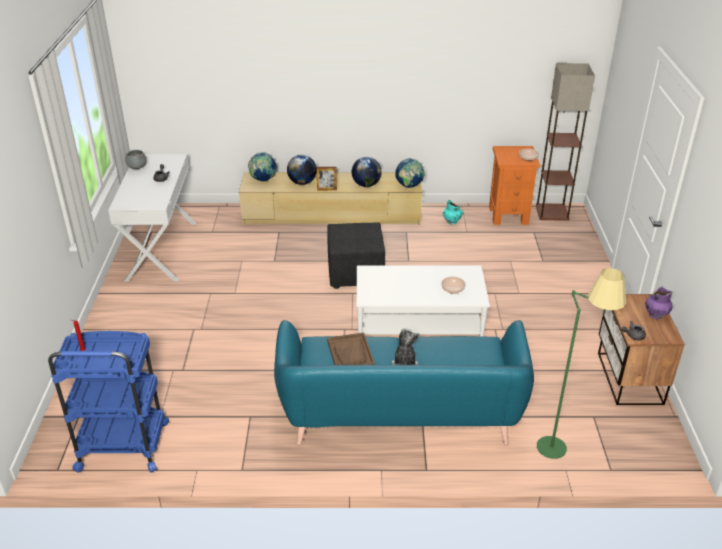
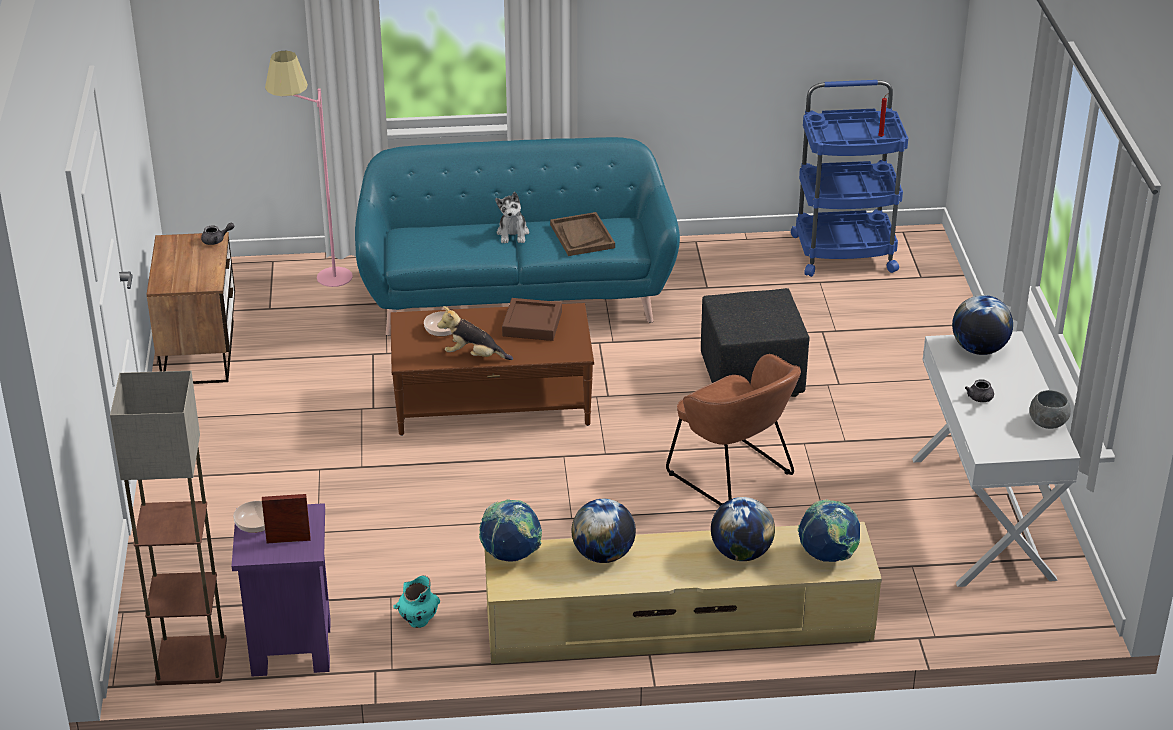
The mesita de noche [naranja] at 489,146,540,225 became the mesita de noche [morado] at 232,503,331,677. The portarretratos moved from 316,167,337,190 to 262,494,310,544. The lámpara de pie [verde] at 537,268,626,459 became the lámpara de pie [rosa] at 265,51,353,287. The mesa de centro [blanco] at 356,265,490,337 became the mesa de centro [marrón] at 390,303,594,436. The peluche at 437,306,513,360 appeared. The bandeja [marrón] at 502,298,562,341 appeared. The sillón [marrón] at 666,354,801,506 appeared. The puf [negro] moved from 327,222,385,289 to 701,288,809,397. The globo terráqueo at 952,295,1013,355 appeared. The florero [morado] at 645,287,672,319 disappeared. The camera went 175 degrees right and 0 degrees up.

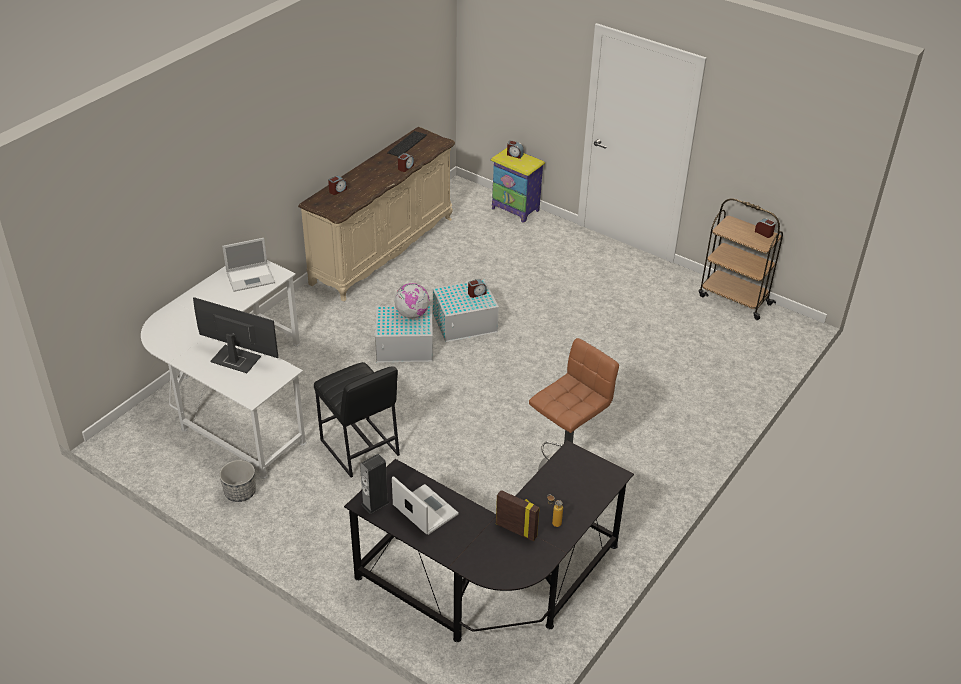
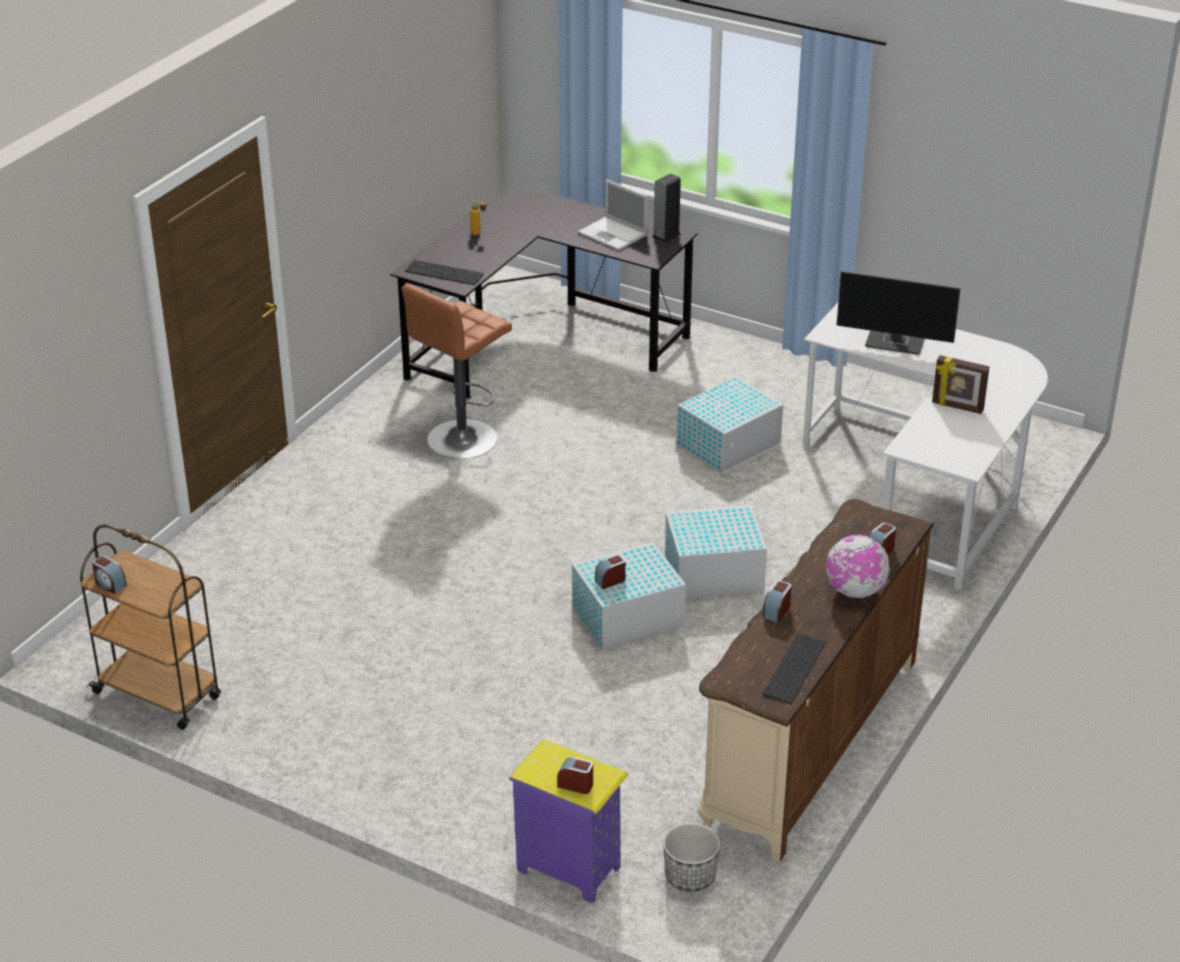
The teclado at 405,260,484,285 appeared. The maceta moved from 219,460,256,502 to 663,823,720,892. The silla [negro] at 314,362,400,478 was replaced by the caja de almacenaje [blanco] at 676,377,783,474. The globo terráqueo moved from 394,283,430,319 to 826,535,890,598. The portarretratos moved from 496,490,540,542 to 932,355,989,414. The portátil at 222,238,275,292 disappeared. The camera went 175 degrees right and 5 degrees down.

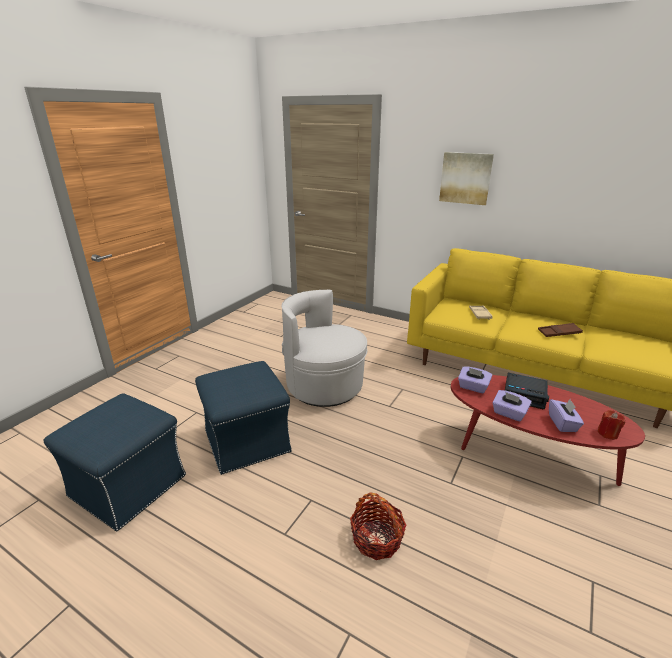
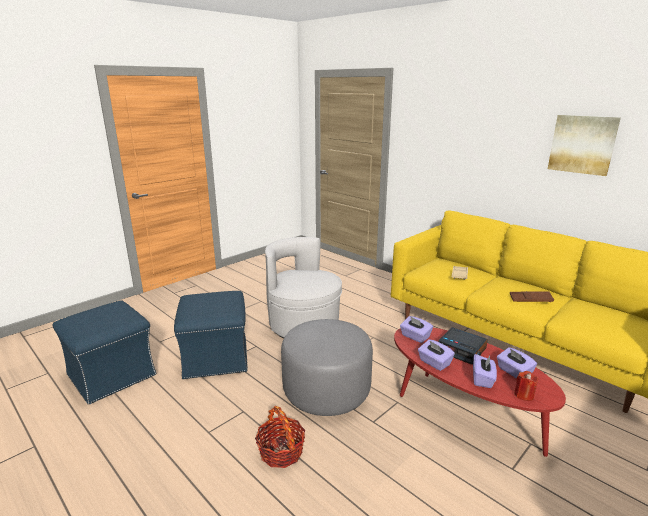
The puf [gris] at 281,319,373,416 appeared. The caja de pañuelos [morado] at 497,347,537,379 appeared. The cuadro moved from 439,152,494,205 to 548,115,621,176. The camera went 15 degrees right and 5 degrees down.

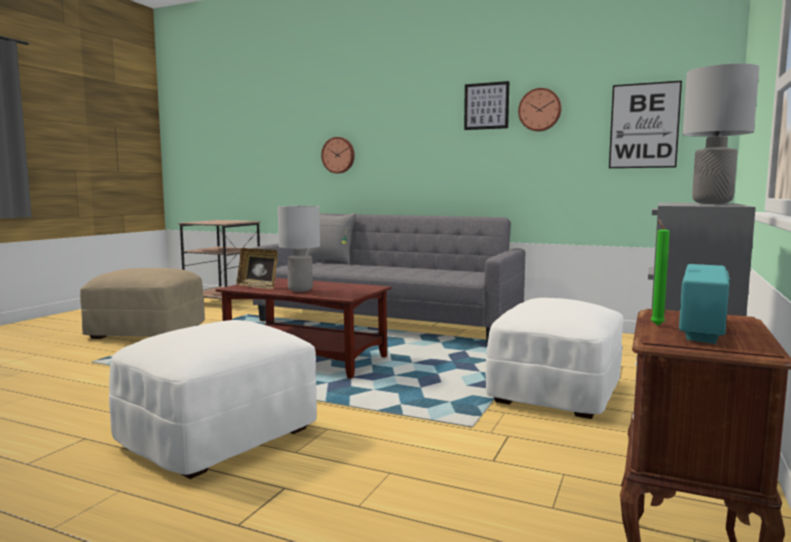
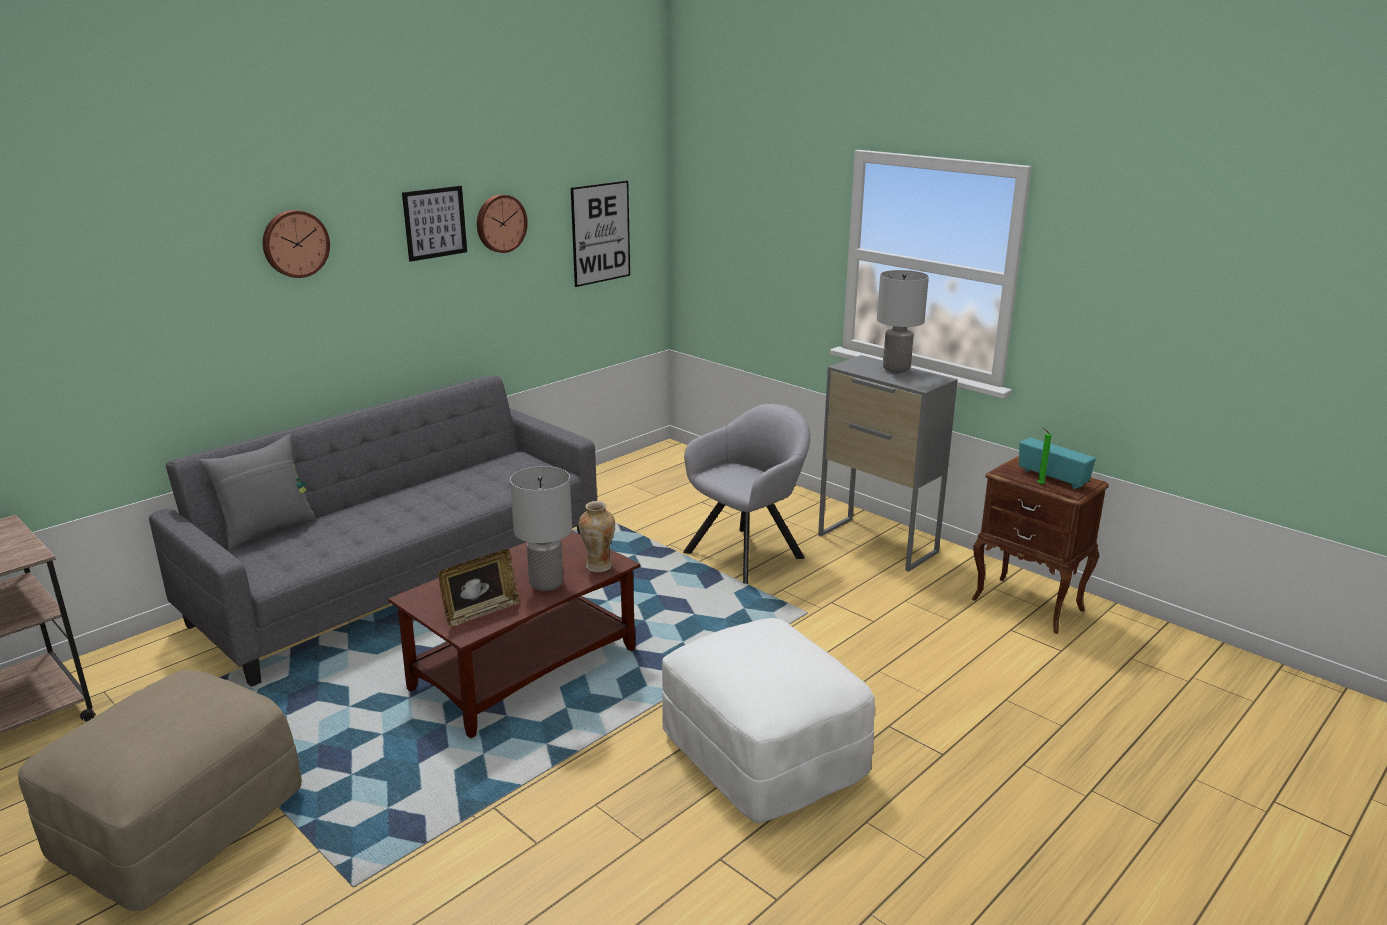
The reloj de pared moved from 321,137,355,174 to 263,210,330,278. The florero at 579,501,615,572 appeared. The puf [blanco] at 485,298,624,419 was replaced by the sillón [gris] at 683,404,810,584. The camera went 70 degrees left and 15 degrees up.

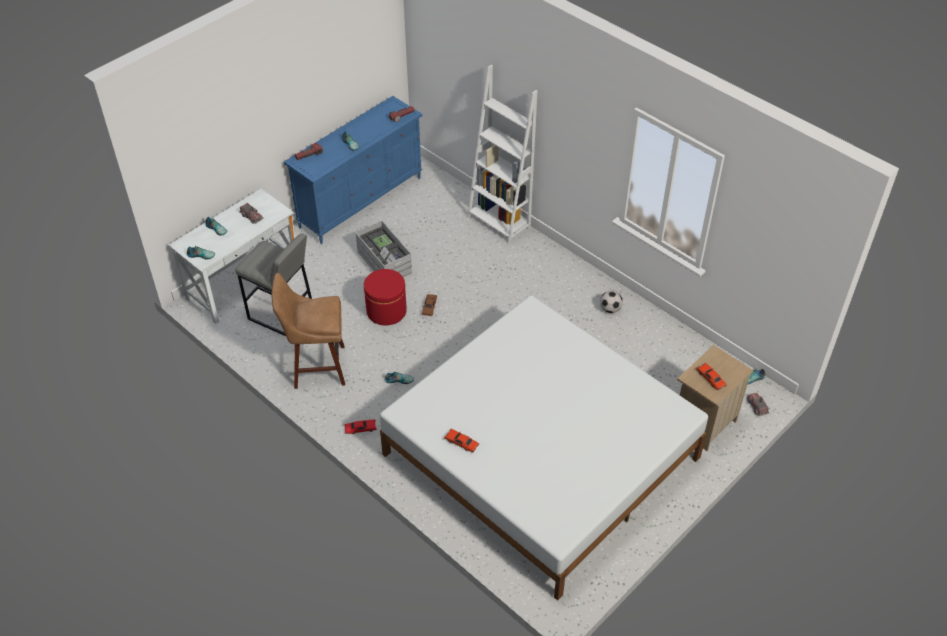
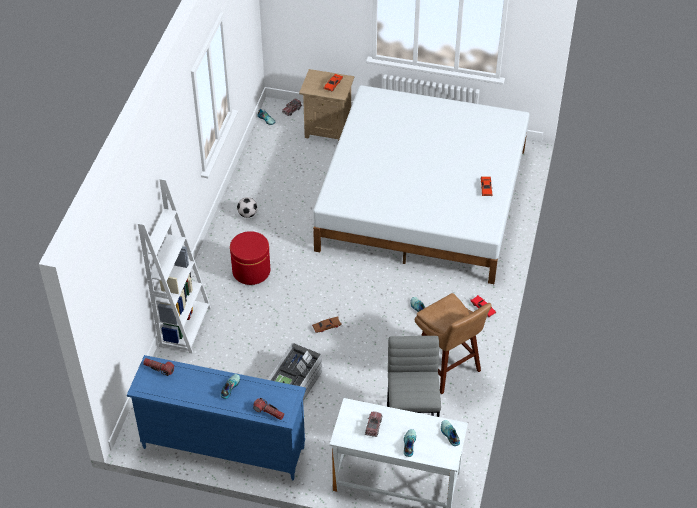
The puf [rojo] moved from 364,269,407,326 to 230,231,270,285. The camera went 120 degrees left and 0 degrees up.

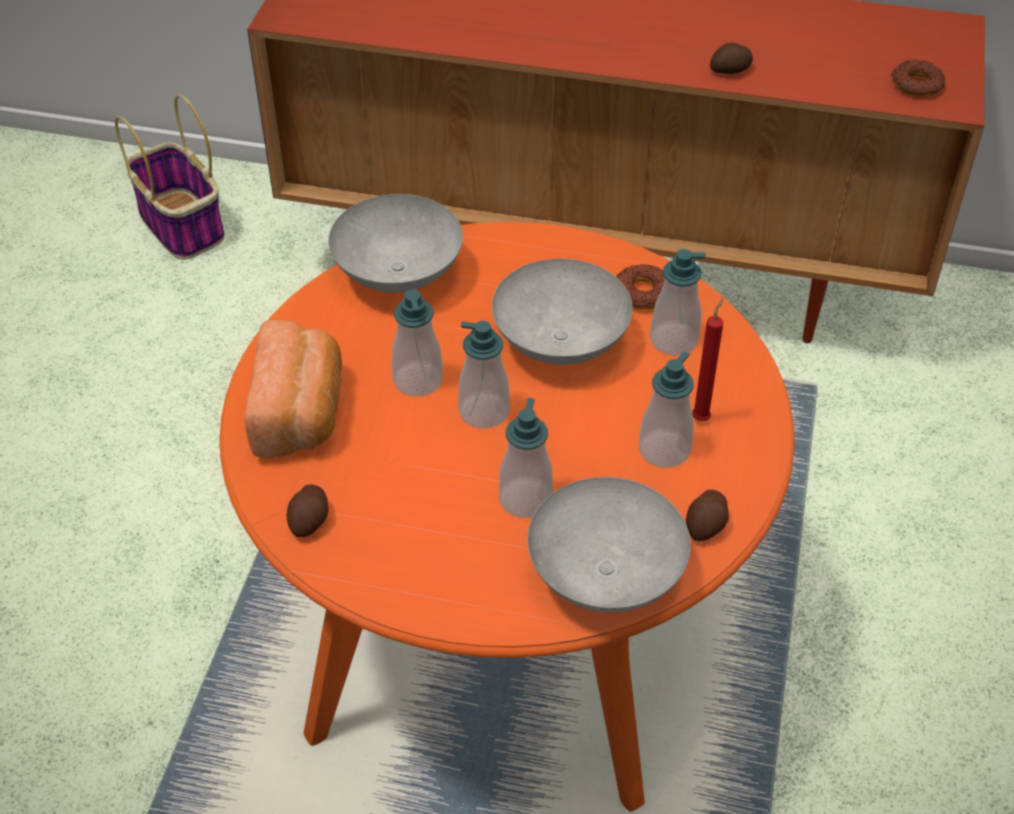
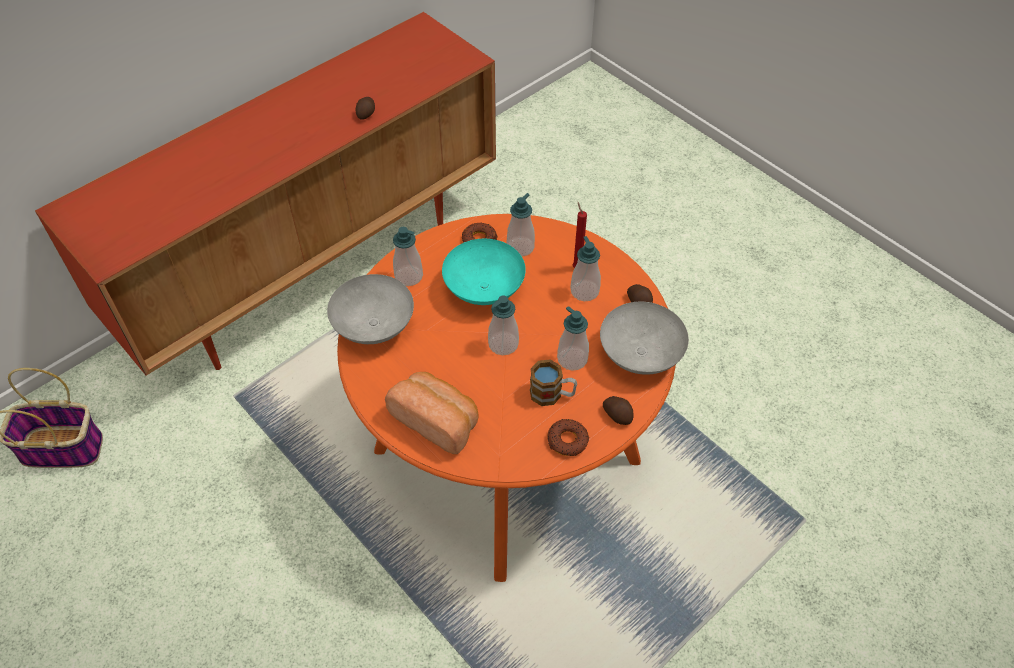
The dispensador de jabón moved from 392,290,443,397 to 393,227,423,286. The cuenco [gris] at 492,259,633,365 became the cuenco [turquesa] at 442,239,526,305. The taza grande at 530,359,577,406 appeared. The rosquilla moved from 891,60,945,97 to 547,419,589,456. The patata moved from 287,484,328,537 to 603,396,634,425. The camera went 55 degrees left and 5 degrees up.

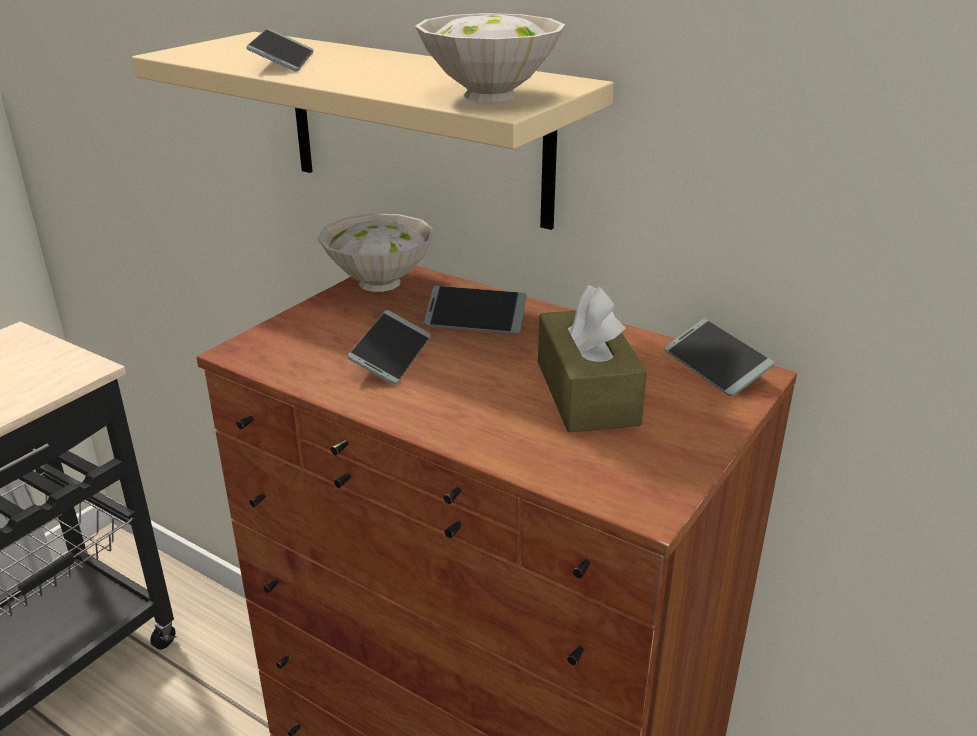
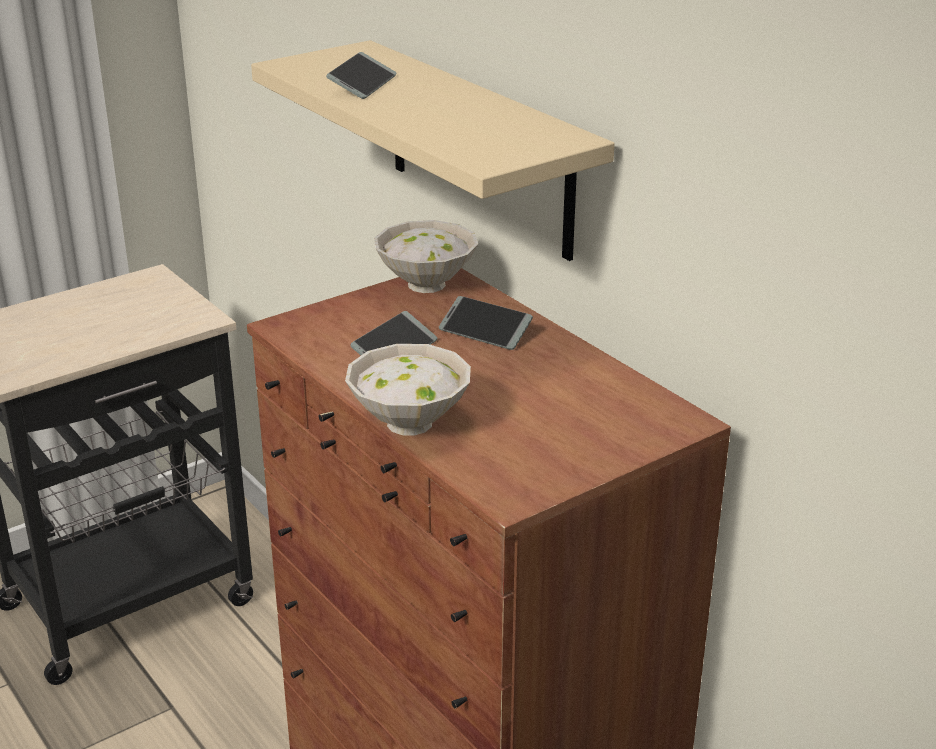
The cuenco [blanco] moved from 415,13,565,102 to 345,344,471,436. The caja de pañuelos [marrón] at 538,285,647,432 disappeared. The móvil at 665,319,774,396 disappeared. The camera went 20 degrees right and 0 degrees up.

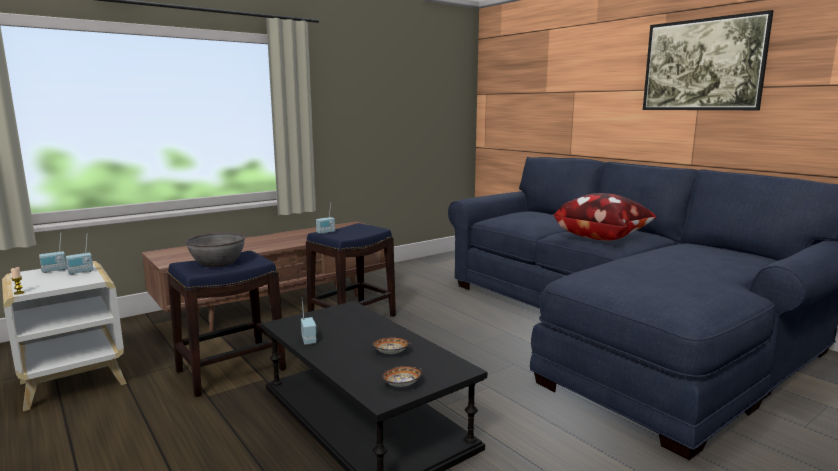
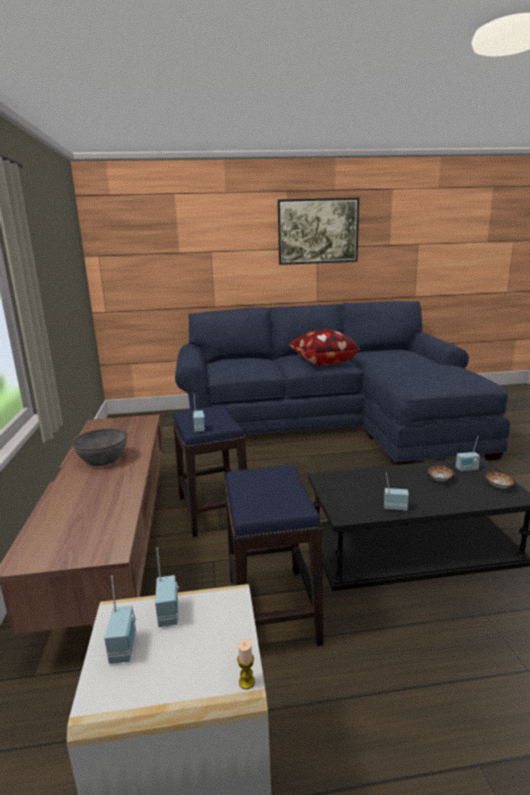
The cuenco [gris] moved from 185,232,245,267 to 72,428,128,466. The radio at 456,436,480,471 appeared. The camera went 60 degrees left and 5 degrees up.

